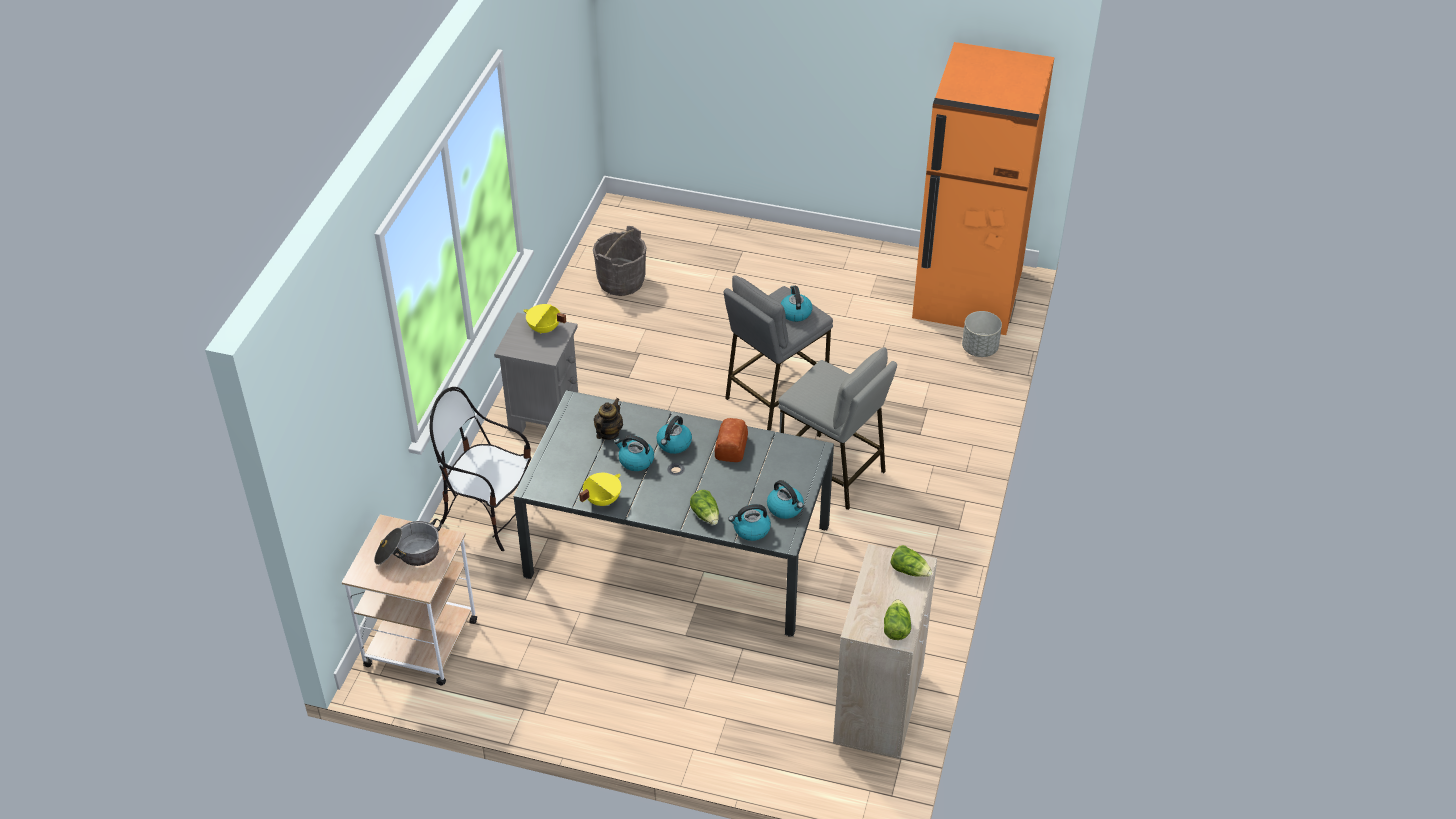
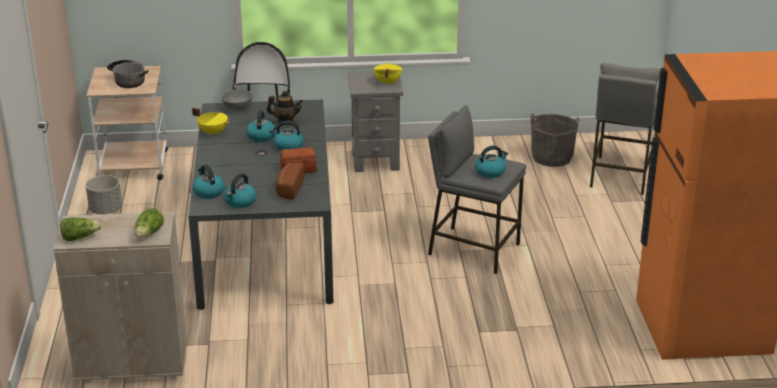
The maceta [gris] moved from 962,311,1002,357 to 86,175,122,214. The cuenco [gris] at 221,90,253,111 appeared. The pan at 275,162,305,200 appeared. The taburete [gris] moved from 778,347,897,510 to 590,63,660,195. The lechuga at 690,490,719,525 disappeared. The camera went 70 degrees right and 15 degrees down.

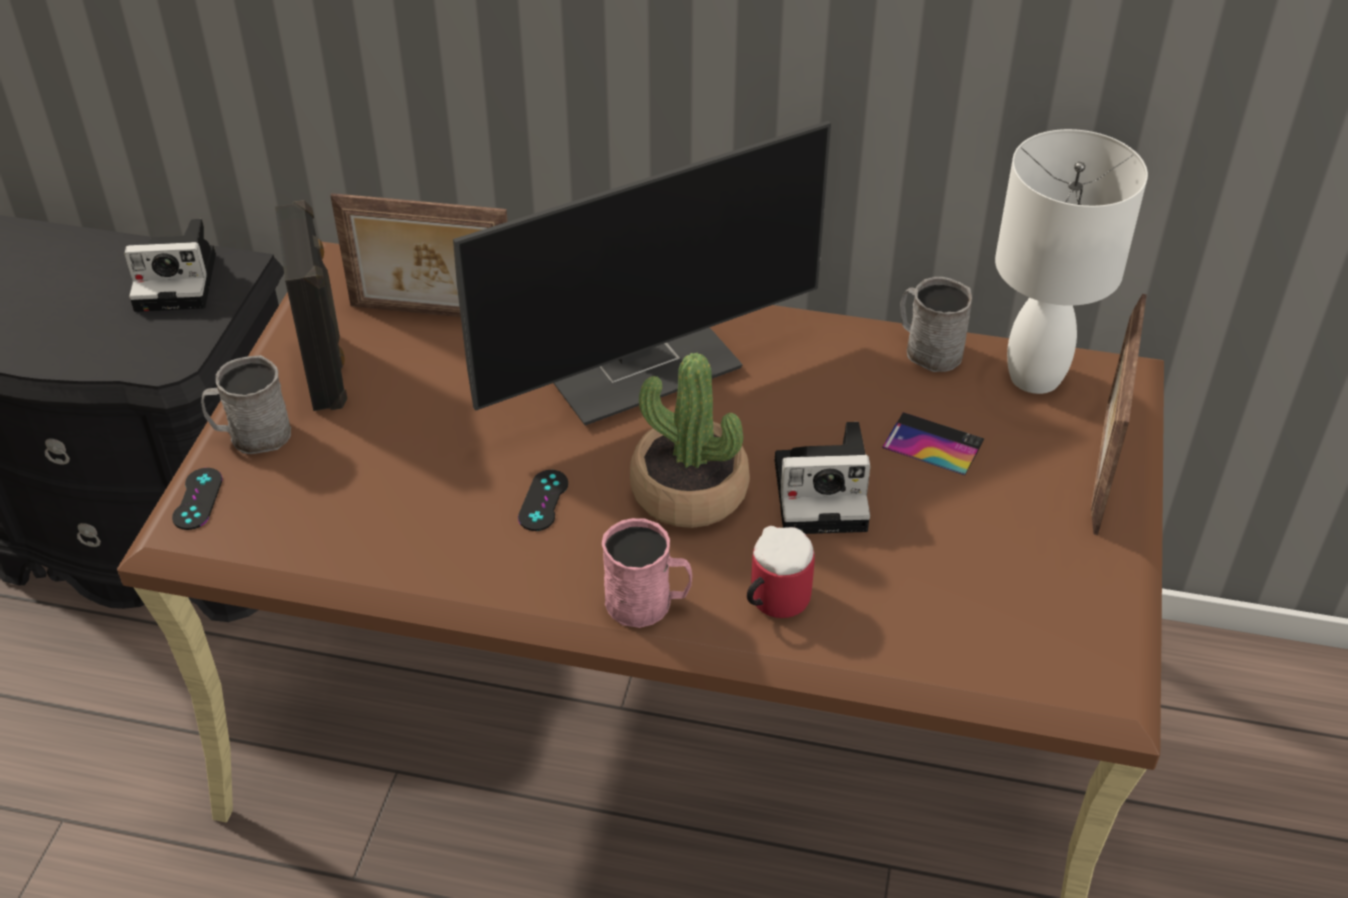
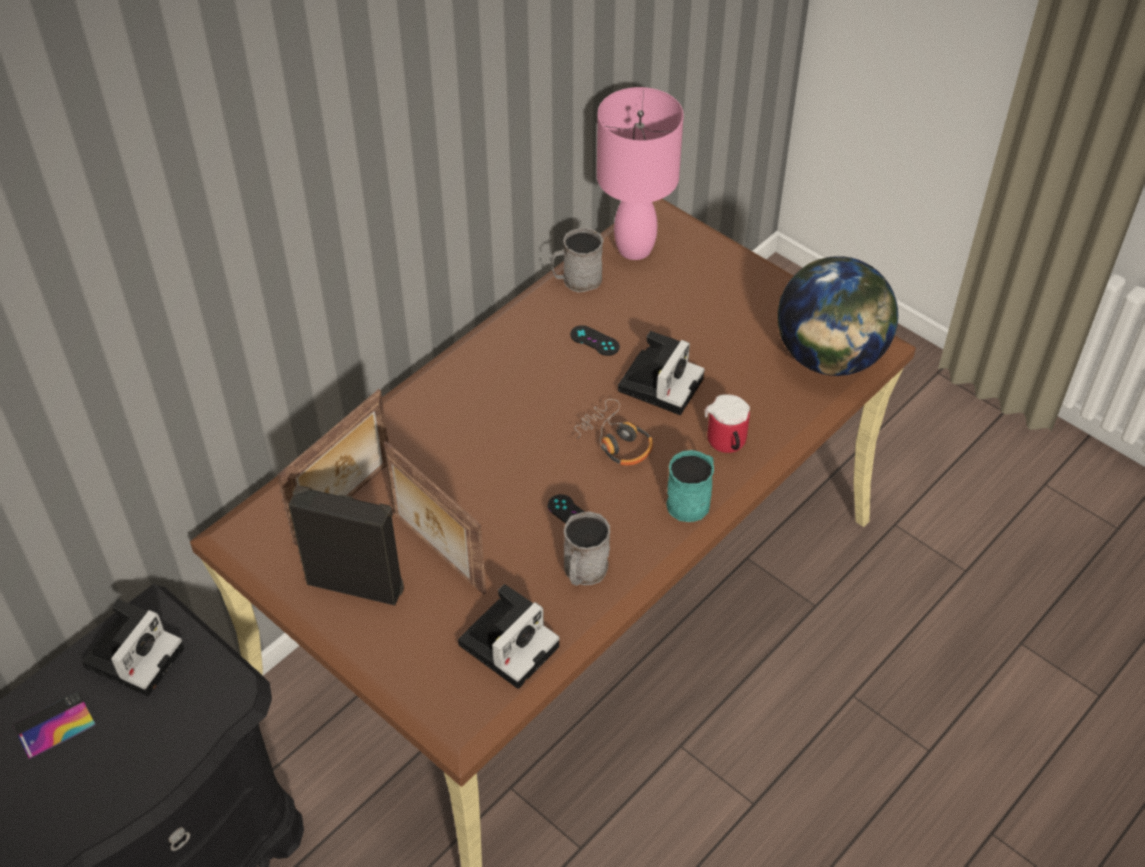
The móvil moved from 882,412,984,476 to 13,691,96,760. The portarretratos moved from 1091,294,1147,535 to 383,441,486,595. The cámara at 458,584,560,689 appeared. The taza grande [gris] moved from 201,355,291,454 to 564,512,610,586. The mando de consola [negro] moved from 172,468,223,530 to 570,325,620,356. The planta en maceta at 630,353,750,528 was replaced by the auriculares at 573,399,653,466. The lámpara de mesa [blanco] at 995,129,1148,394 became the lámpara de mesa [rosa] at 597,87,684,260. The taza grande [rosa] at 602,518,692,628 became the taza grande [turquesa] at 666,450,714,522. The globo terráqueo at 778,256,898,376 appeared. The monitor at 453,121,831,425 disappeared. The camera went 60 degrees left and 5 degrees up.

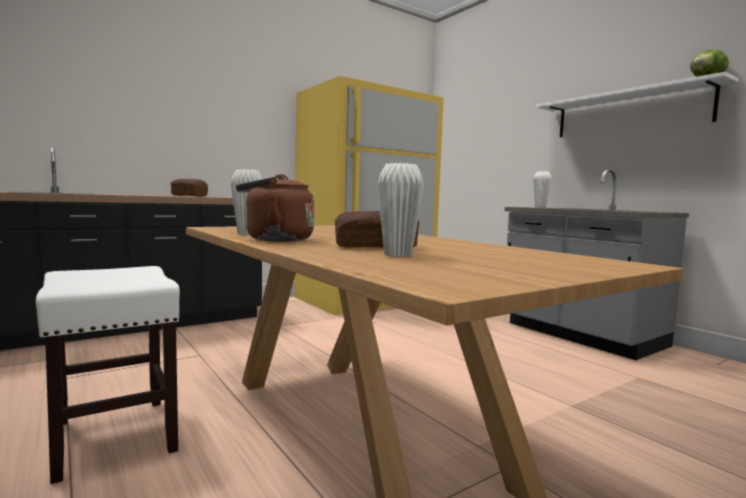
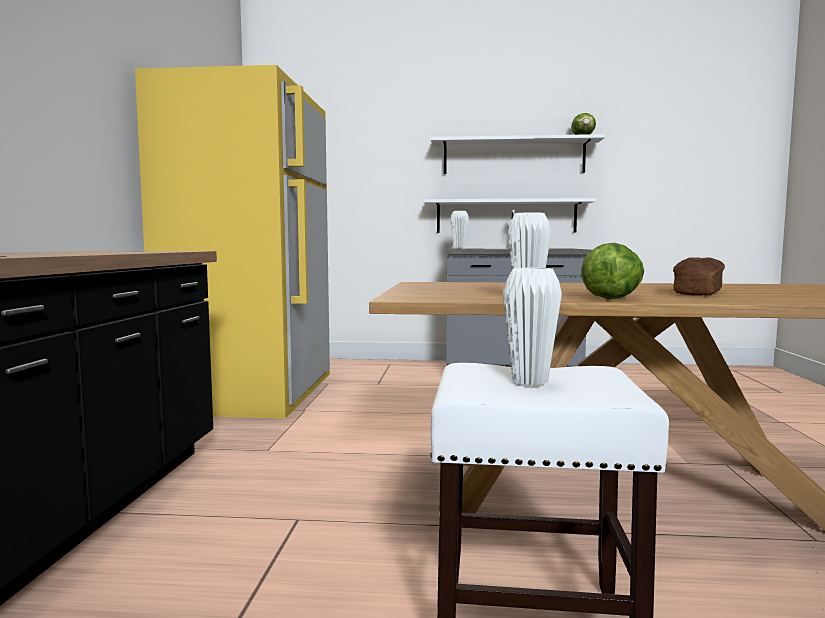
The estante [blanco] at 424,198,596,233 appeared. The florero [blanco] moved from 378,163,424,257 to 503,268,562,385. The hervidor [marrón] at 236,174,314,242 was replaced by the lechuga at 581,243,644,299. The pan at 171,179,208,197 disappeared. The camera went 50 degrees left and 0 degrees up.

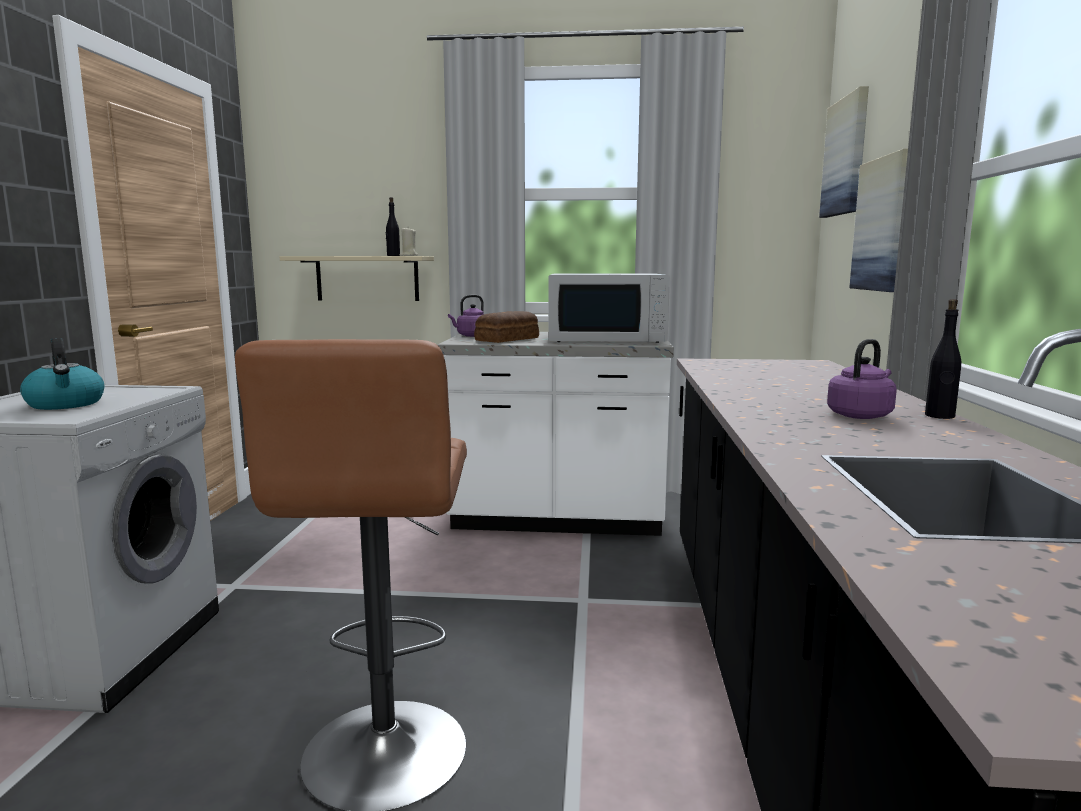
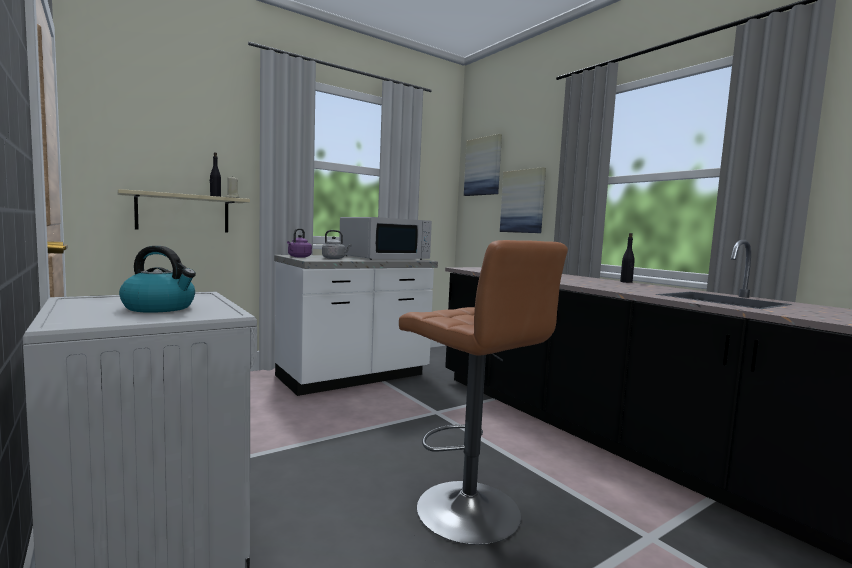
The pan at 474,311,539,343 was replaced by the hervidor [gris] at 322,230,352,259. The hervidor [morado] at 827,339,897,419 disappeared. The camera went 40 degrees left and 5 degrees down.

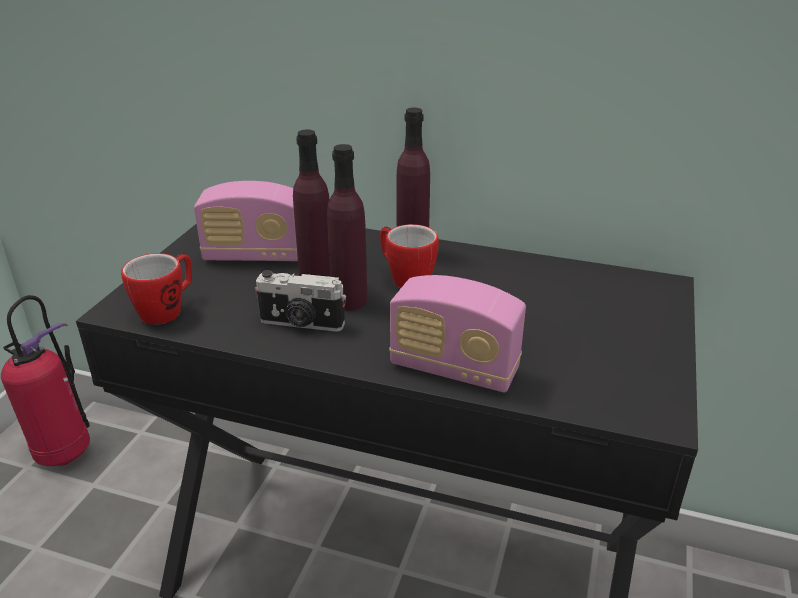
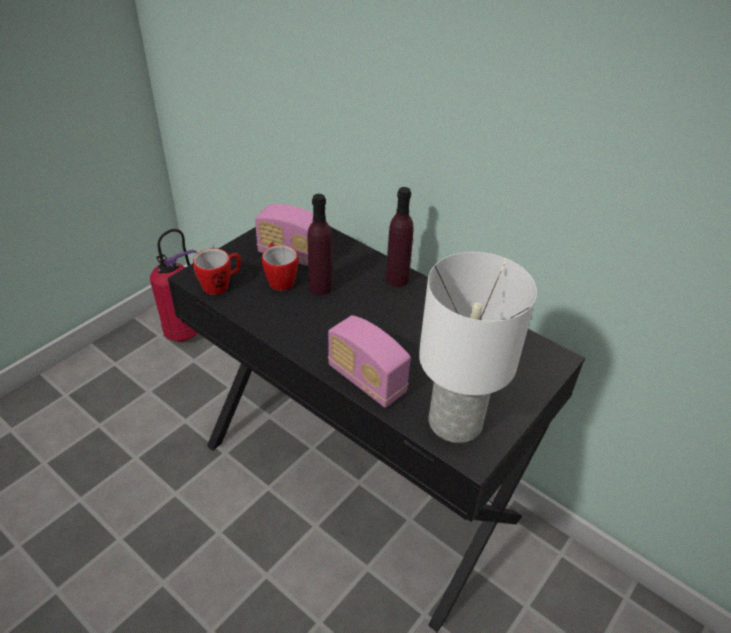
The taza grande moved from 380,224,439,288 to 262,242,298,291. The lámpara de mesa [blanco] at 419,252,537,443 appeared. The cámara at 255,270,346,332 disappeared. The botella [morado] at 327,144,367,311 disappeared. The camera went 20 degrees right and 10 degrees up.

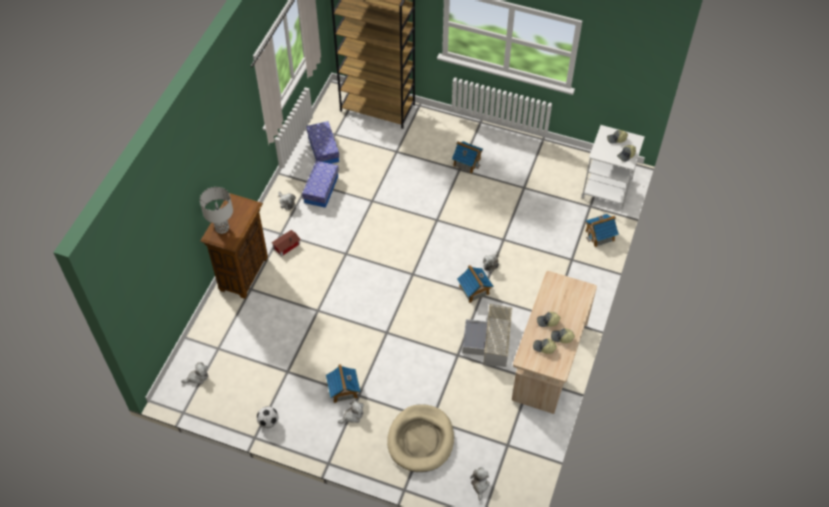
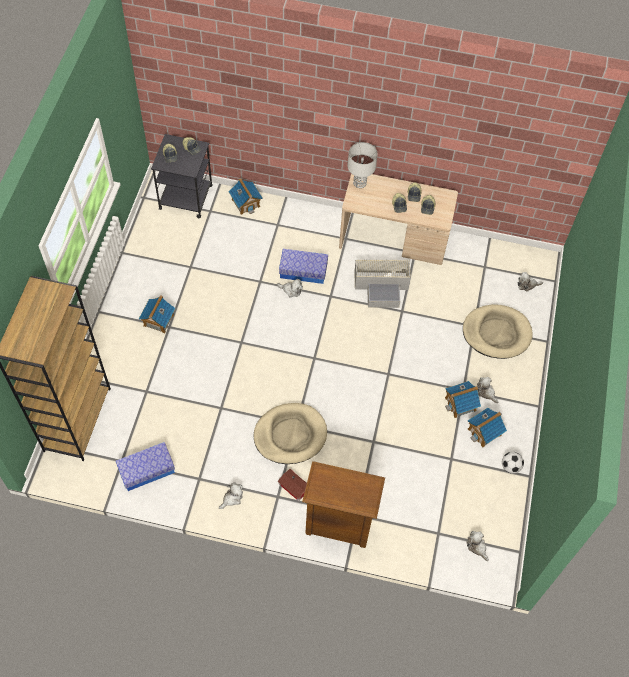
The carrito [blanco] at 581,125,645,209 became the carrito [negro] at 151,134,213,218. The cama para perro [beis] at 254,403,327,464 appeared. The caja de almacenaje moved from 302,161,339,208 to 279,249,328,284. The lámpara de mesa [blanco] moved from 200,187,233,234 to 348,142,377,188. The casita moved from 457,265,493,303 to 468,408,507,447. The camera went 100 degrees left and 5 degrees up.

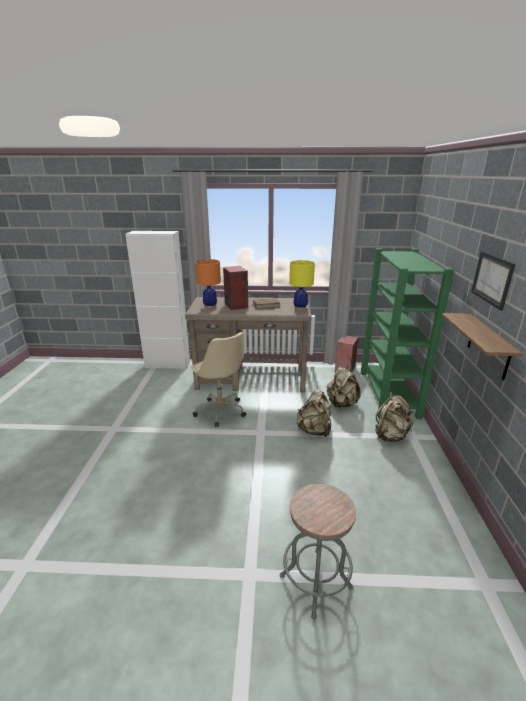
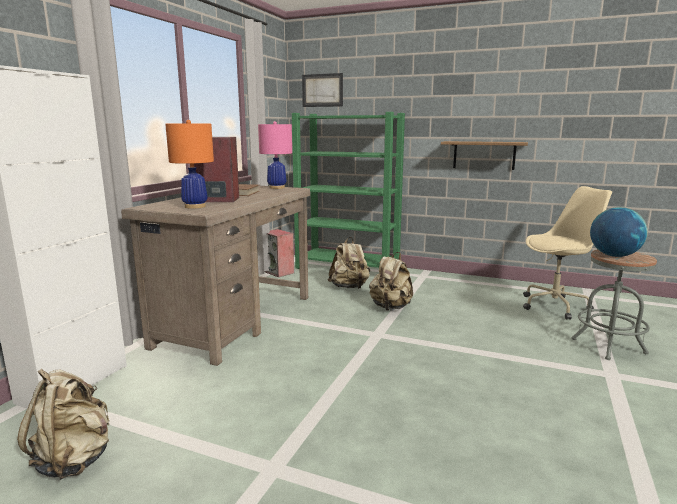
The mochila [beis] moved from 375,392,413,442 to 17,369,110,480. The lámpara de mesa [amarillo] at 289,260,315,310 became the lámpara de mesa [rosa] at 258,121,292,189. The cuadro moved from 471,251,516,311 to 302,73,343,107. The silla de oficina [beis] moved from 191,332,246,427 to 523,186,612,320. The globo terráqueo at 590,207,648,257 appeared. The camera went 70 degrees left and 10 degrees down.

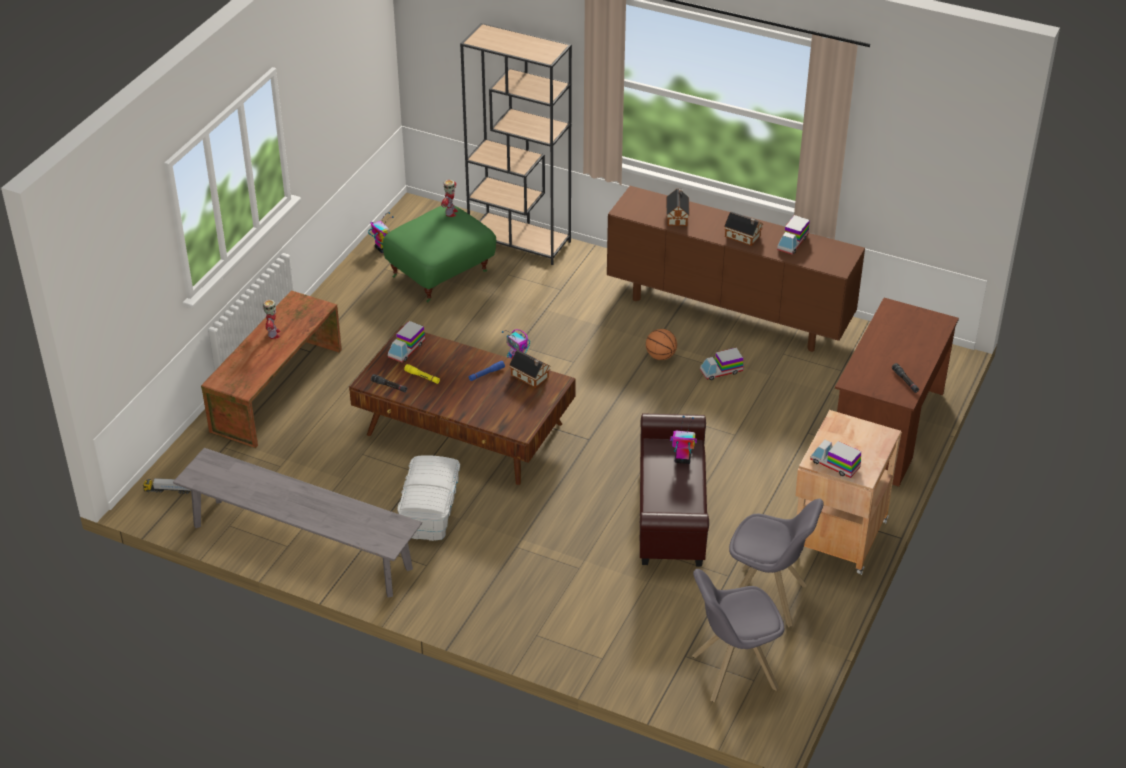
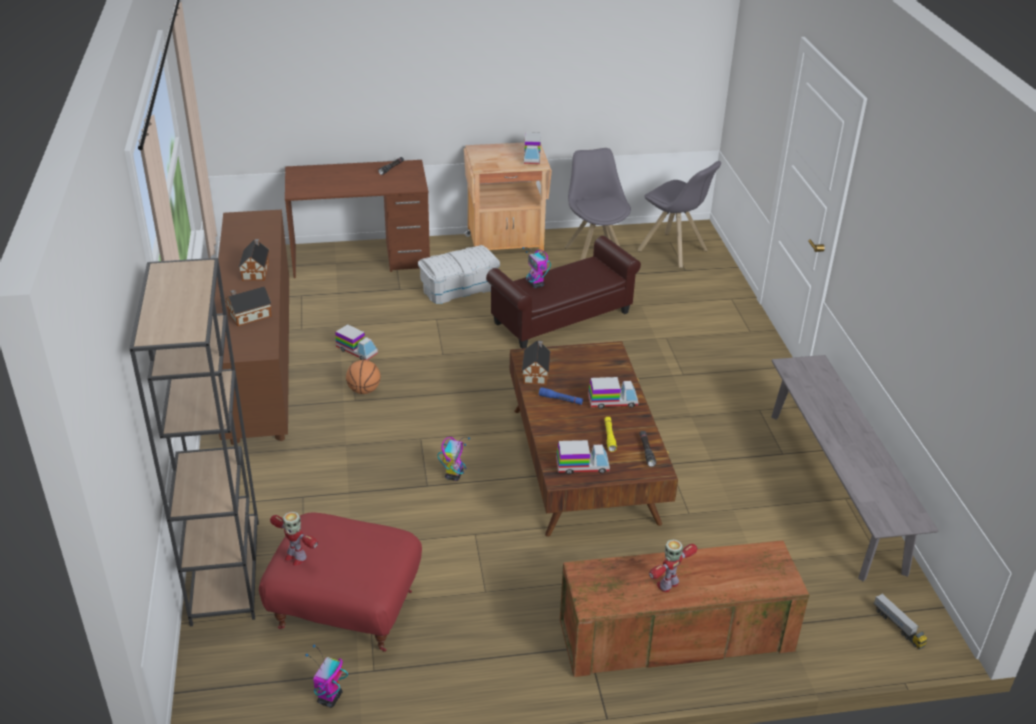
The puf [verde] at 383,205,496,303 became the puf [rojo] at 259,513,422,652. The robot de juguete at 441,180,458,217 turned 120 degrees counterclockwise. The caja de almacenaje [blanco] moved from 397,455,460,541 to 418,245,500,304. The camión de juguete moved from 777,215,810,255 to 588,377,638,409. The camera went 125 degrees left and 5 degrees down.

